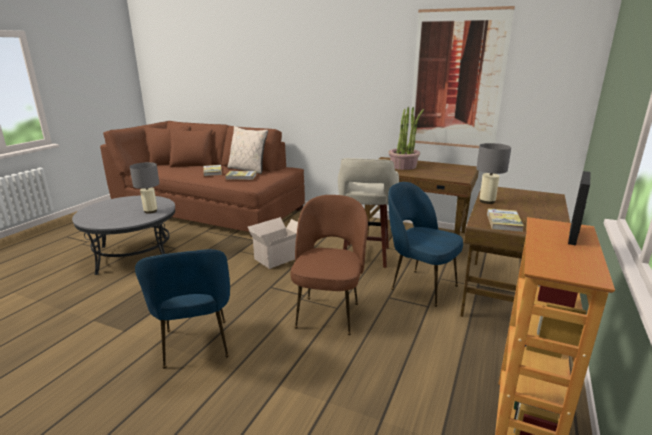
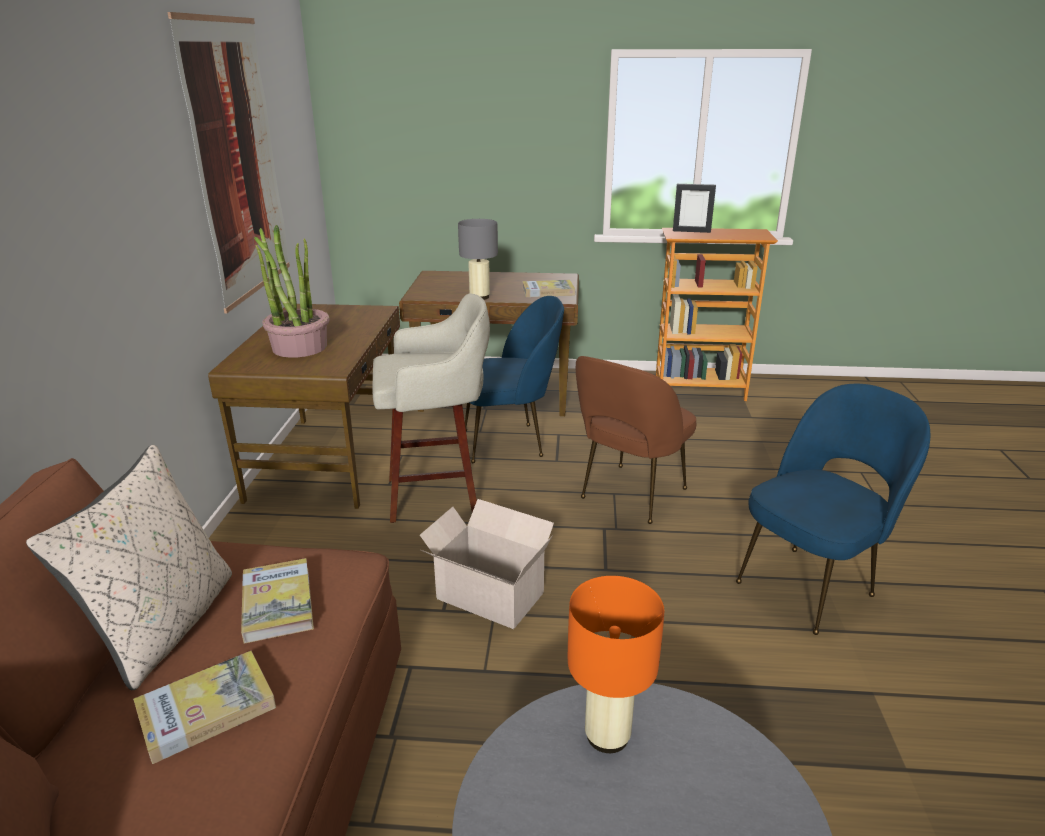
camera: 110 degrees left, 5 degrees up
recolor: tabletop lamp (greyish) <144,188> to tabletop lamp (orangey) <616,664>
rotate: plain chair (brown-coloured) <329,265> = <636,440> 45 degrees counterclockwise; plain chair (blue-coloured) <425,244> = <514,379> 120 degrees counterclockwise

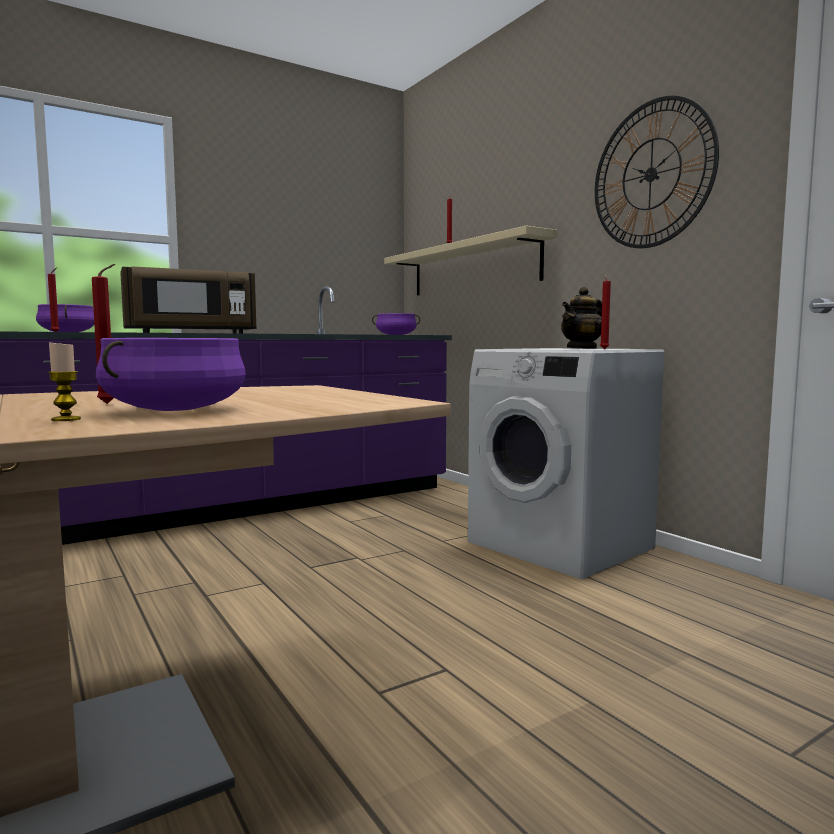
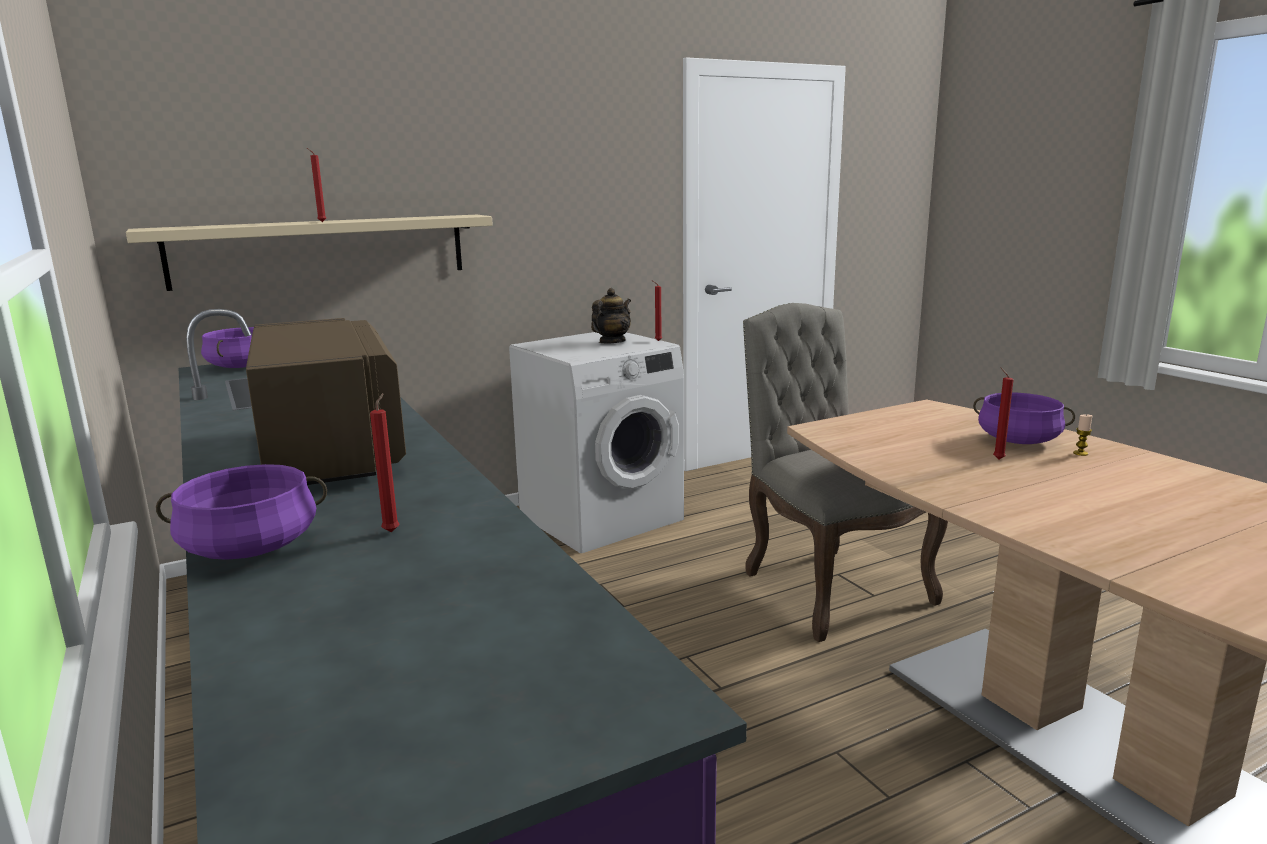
camera: 85 degrees left, 10 degrees up
delete: wall clock <657,172>
insert: plain chair (greyish) <845,472>
rotate: pot for tea <581,318> = <611,315> 105 degrees counterclockwise

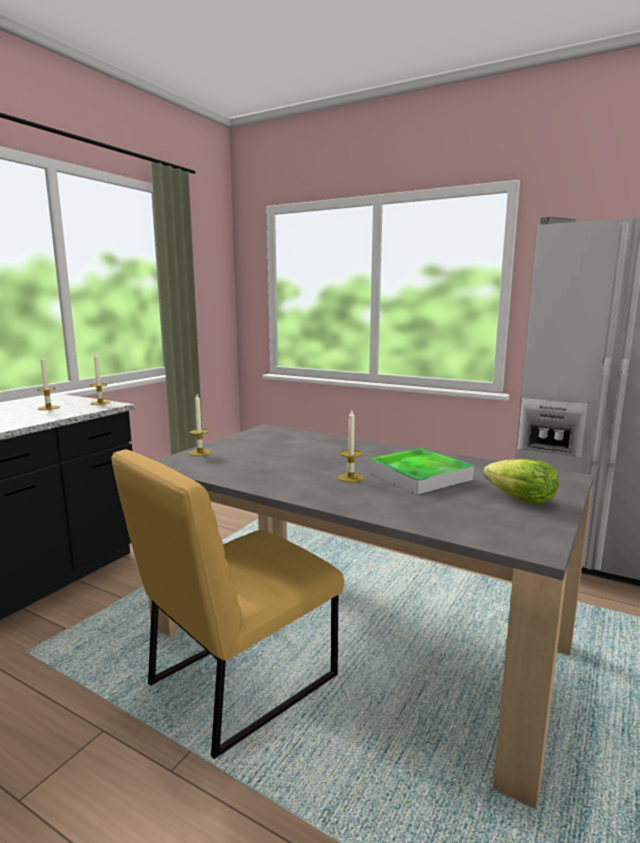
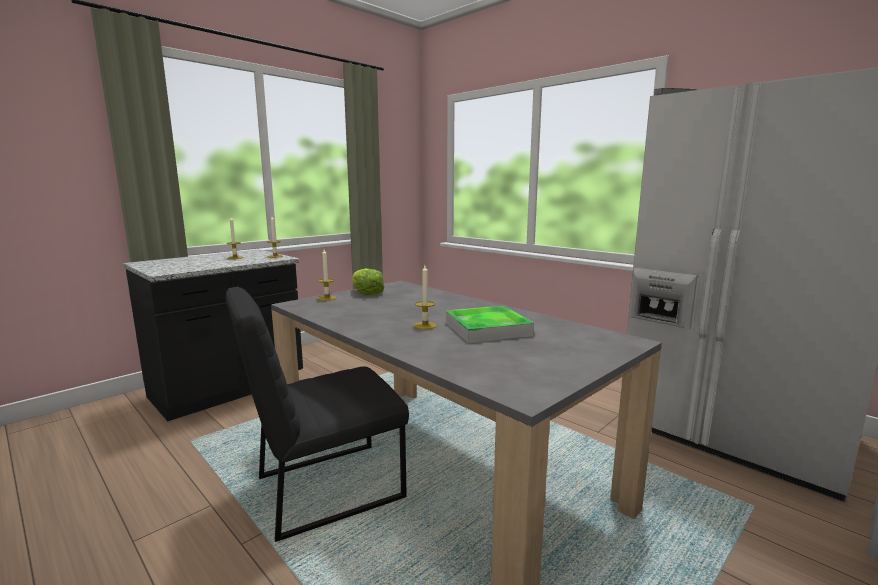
camera: 15 degrees right, 0 degrees up
move: lettuce head <521,482> to <368,281>
recolor: plain chair (yellow) <228,604> to plain chair (black) <317,414>

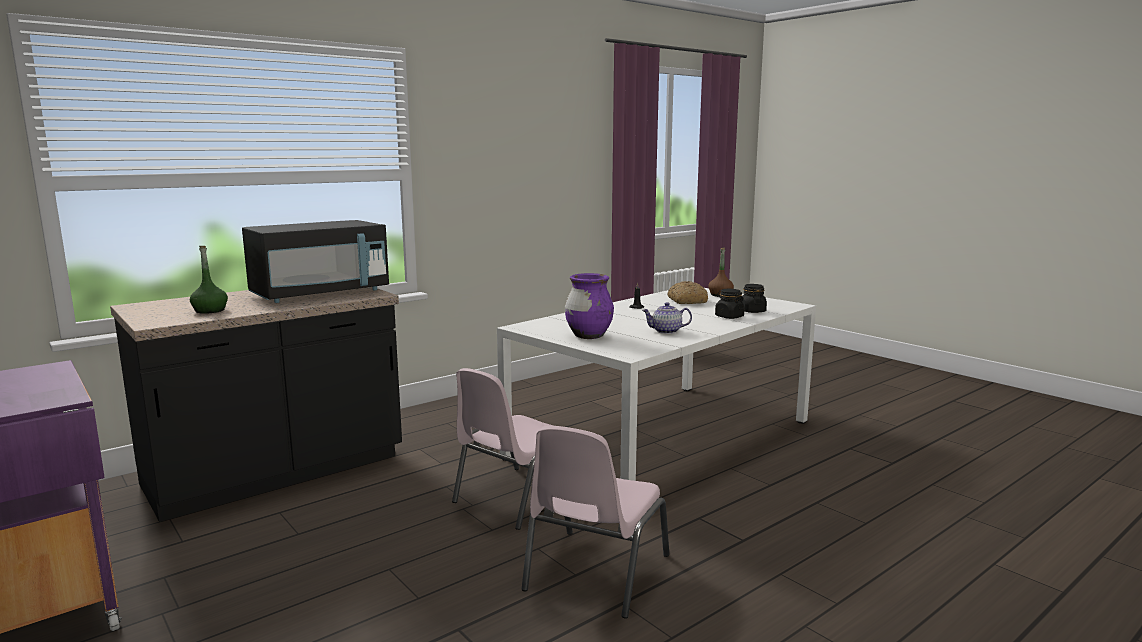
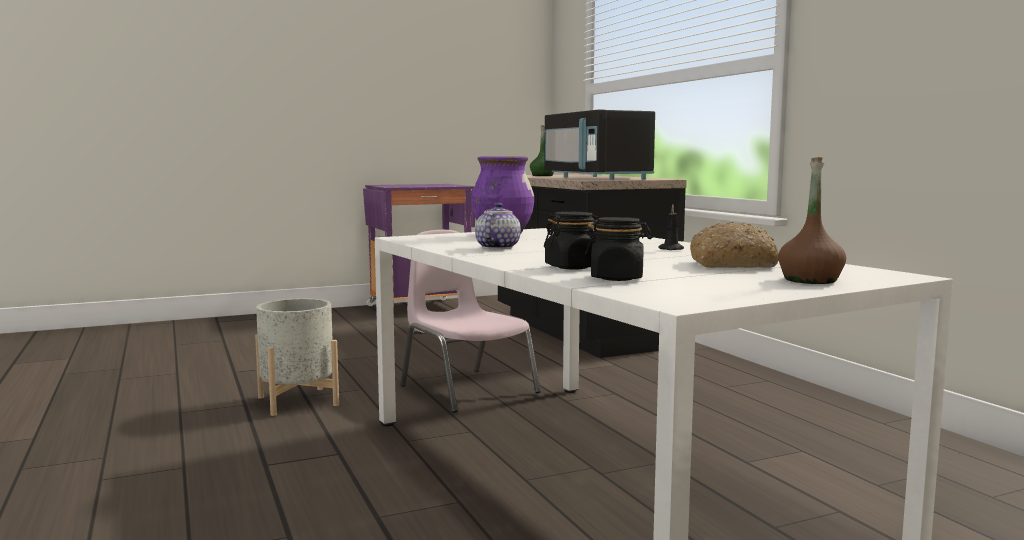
camera: 105 degrees right, 5 degrees down
replace: plain chair (pinkish) <595,522> to plant pot (greyish) <297,357>

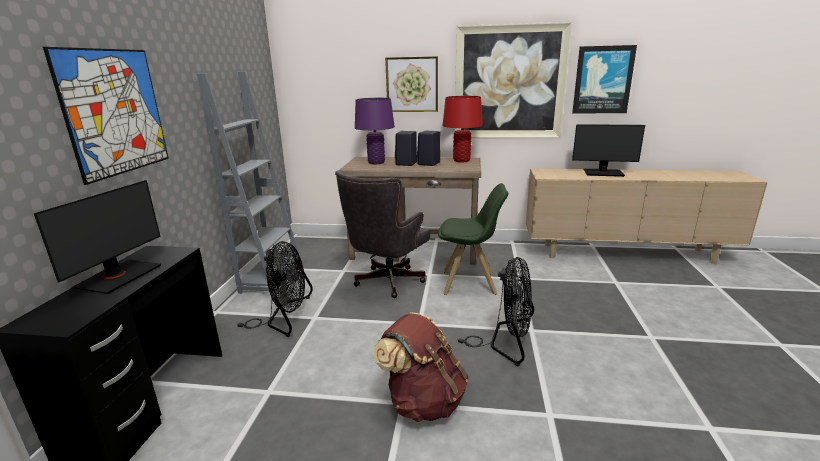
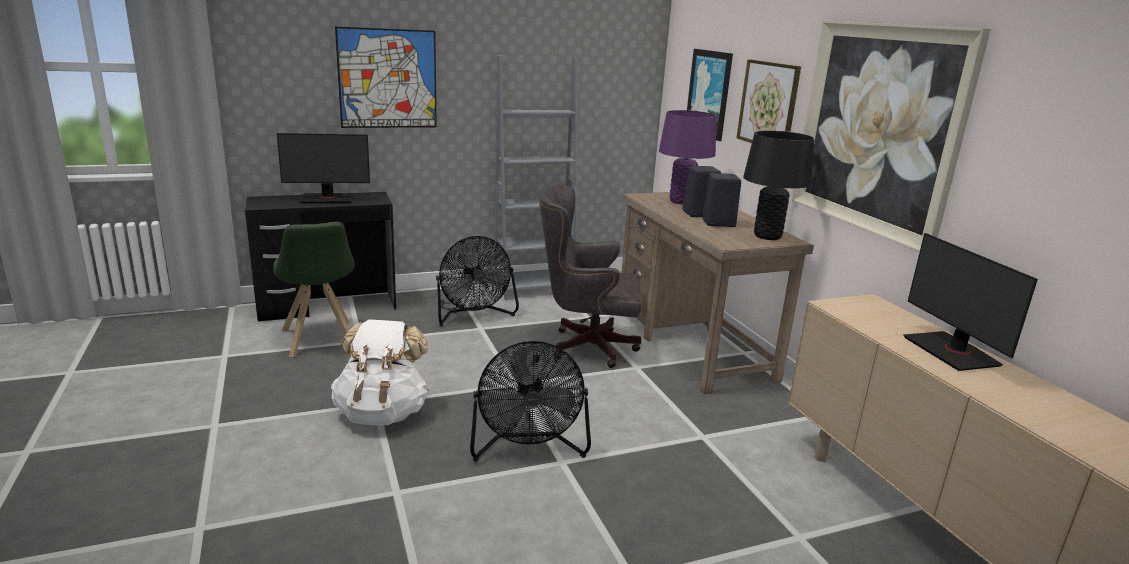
camera: 60 degrees right, 0 degrees up
move: plain chair (green-coloured) <473,239> to <314,290>; wall art <604,79> to <710,95>
recolor: rucksack (brown-coloured) <421,367> to rucksack (whitish) <380,372>; tabletop lamp (reddish) <463,129> to tabletop lamp (black) <778,185>

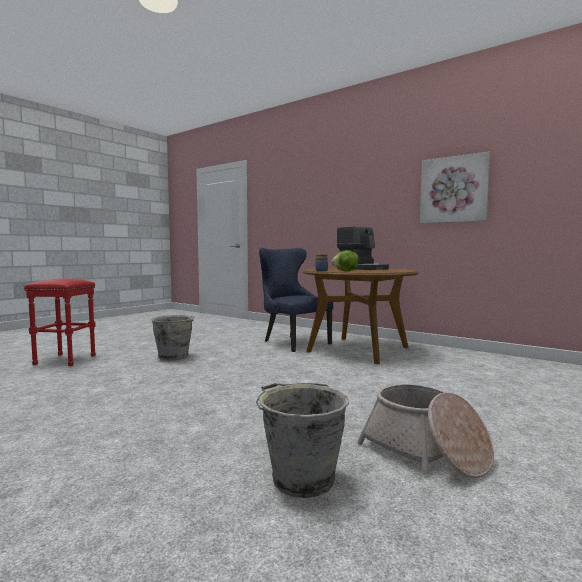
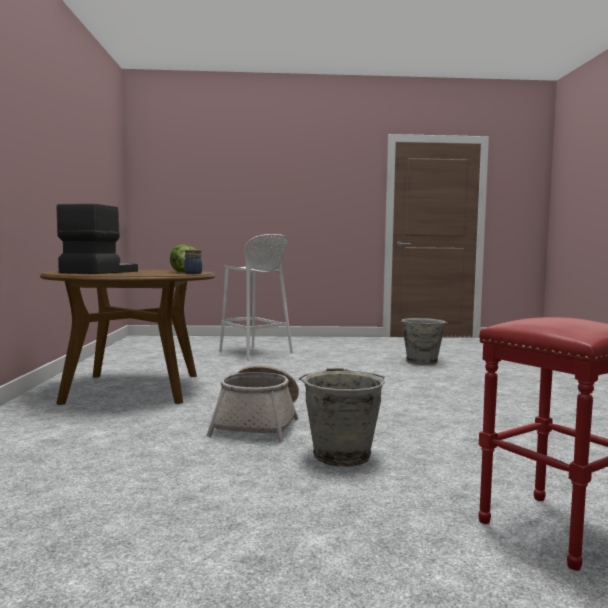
camera: 130 degrees left, 0 degrees up
delete: plain chair (blue-coloured) <296,300>; wall art <455,188>
insert: stool seat (whitish) <256,297>
move: basket <425,431> to <252,403>

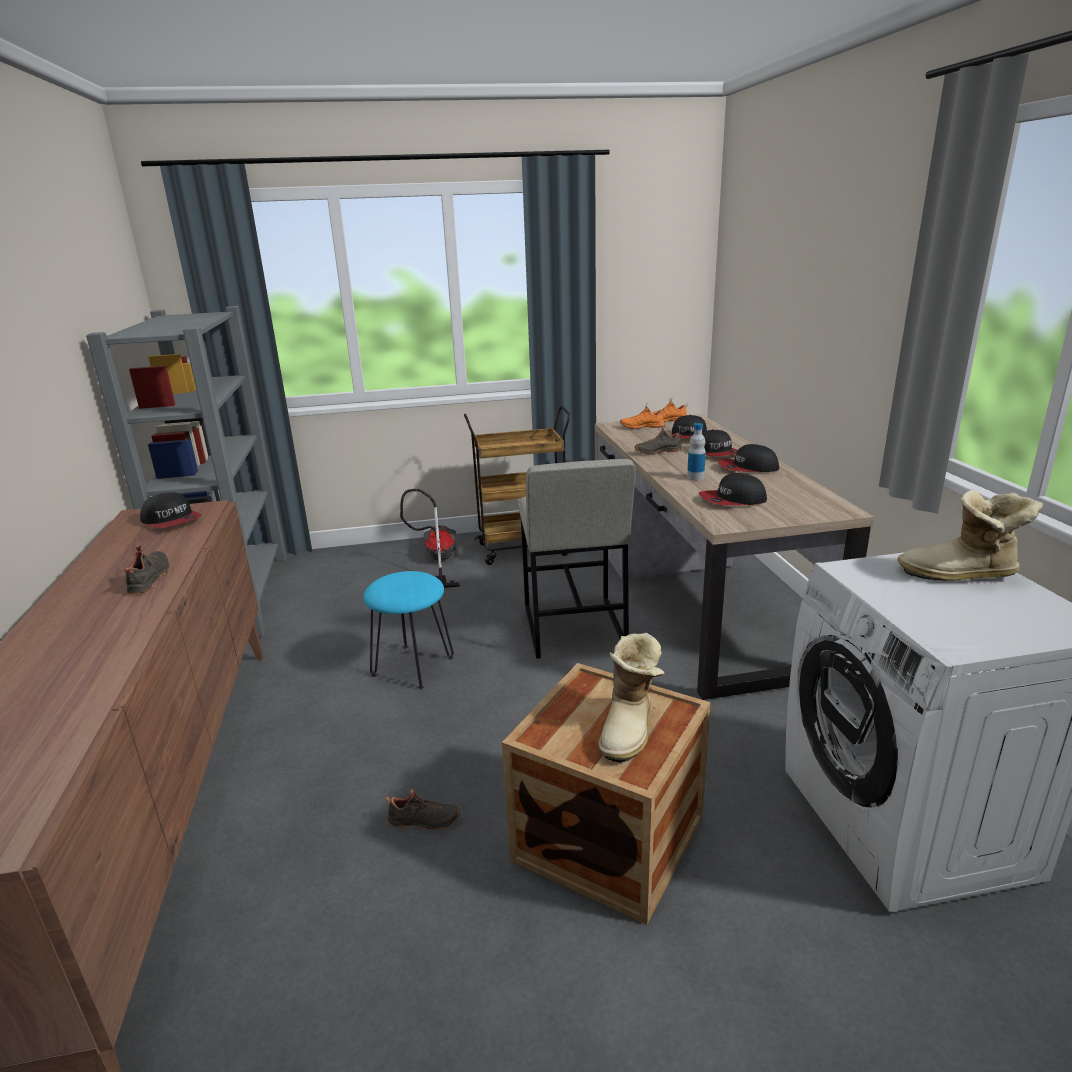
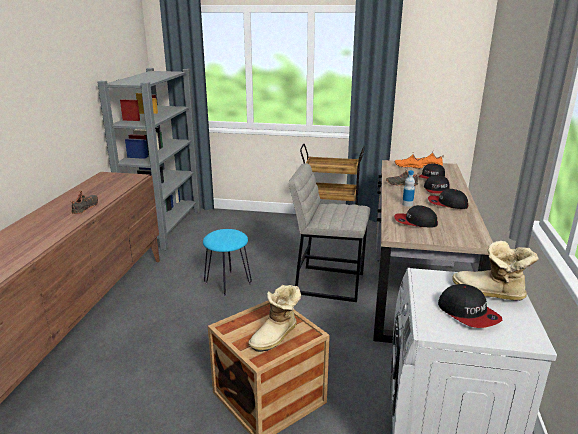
camera: 20 degrees right, 0 degrees up
delete: low shoe (black) <423,809>; hoover <430,538>
move: peaked cap <170,510> to <470,306>
rotate: plain chair (greyish) <577,559> = <329,232> 90 degrees clockwise

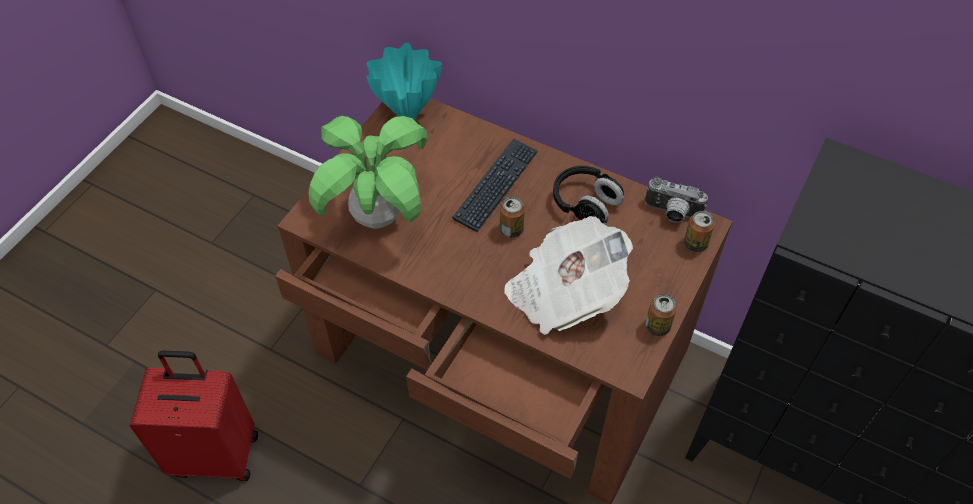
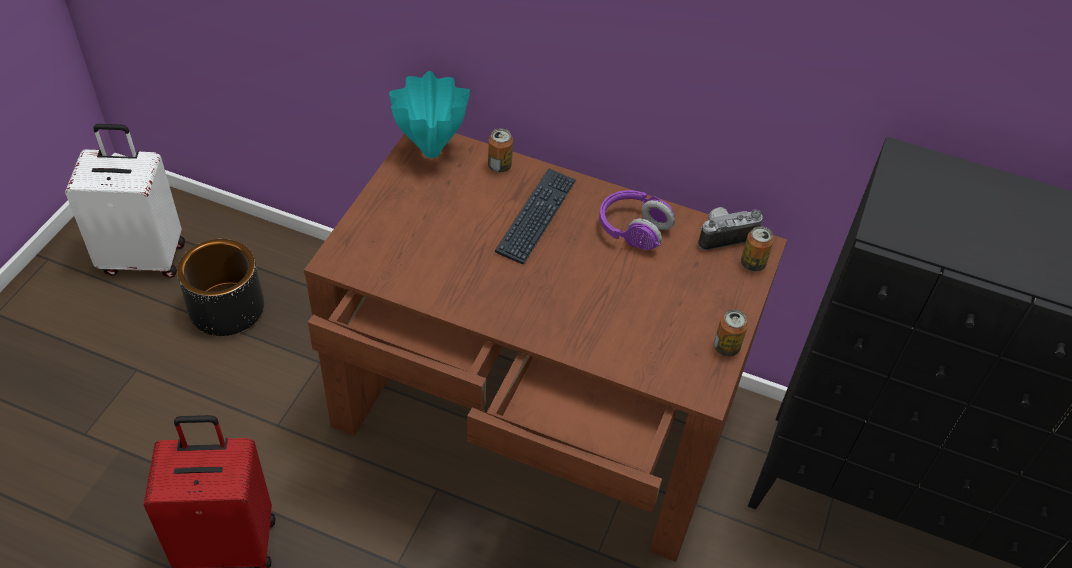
camera: 10 degrees left, 5 degrees down
delete: plant in a pot <368,172>; printed paper <568,275>
insert: travel case (whitish) <125,201>; plant pot (black) <220,287>
move: sealed can <512,217> to <500,150>
recolor: headphones (black) <588,194> to headphones (purple) <637,220>
rotate: photo camera <676,200> = <730,228> 150 degrees clockwise

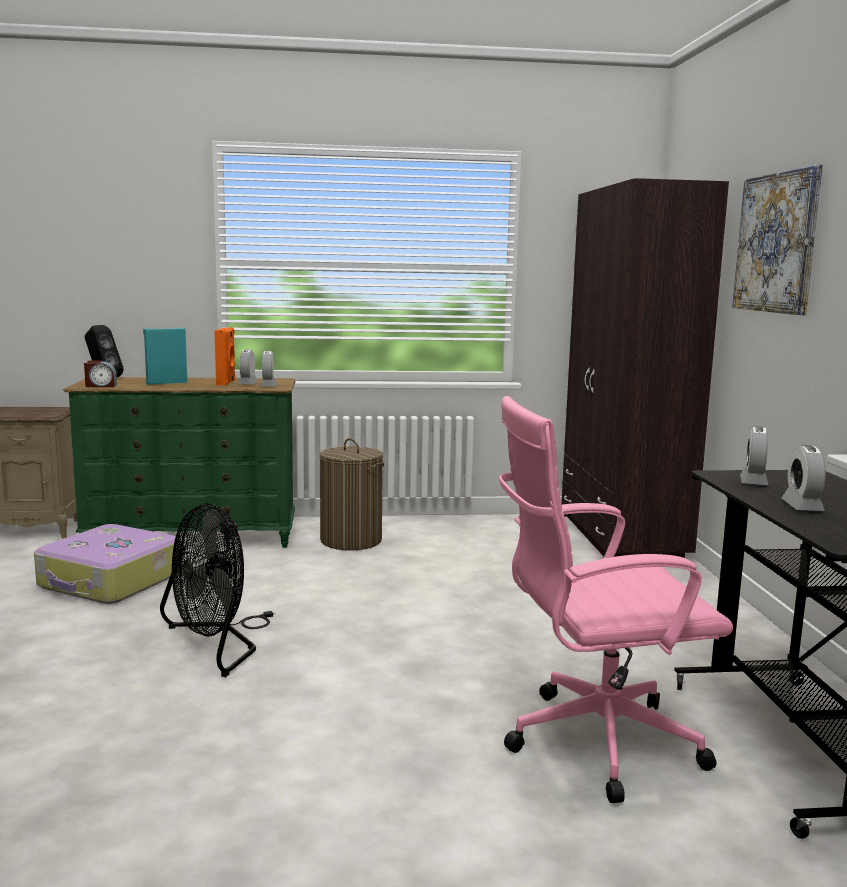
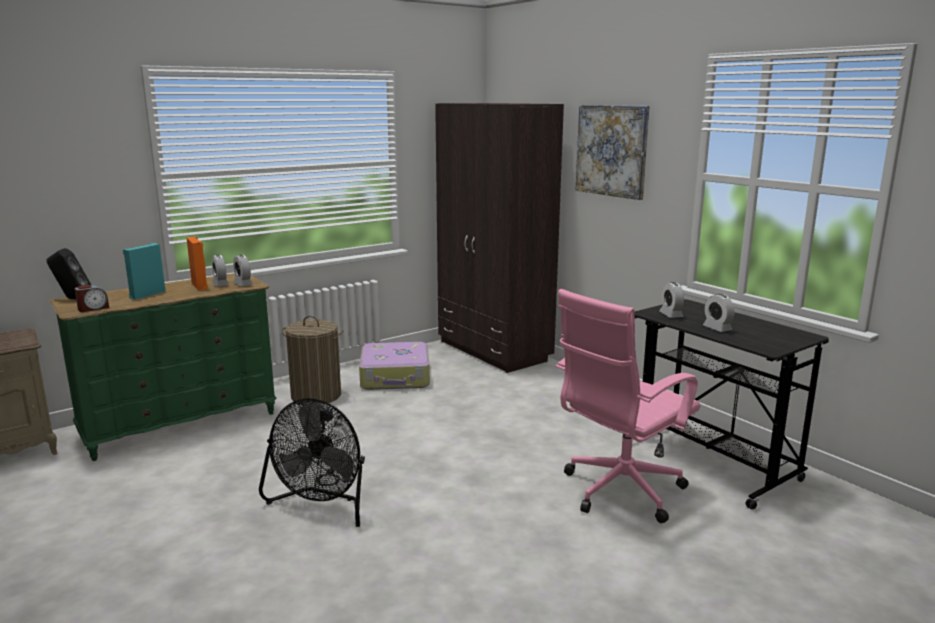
camera: 30 degrees left, 5 degrees up
move: travel case <108,564> to <394,366>

